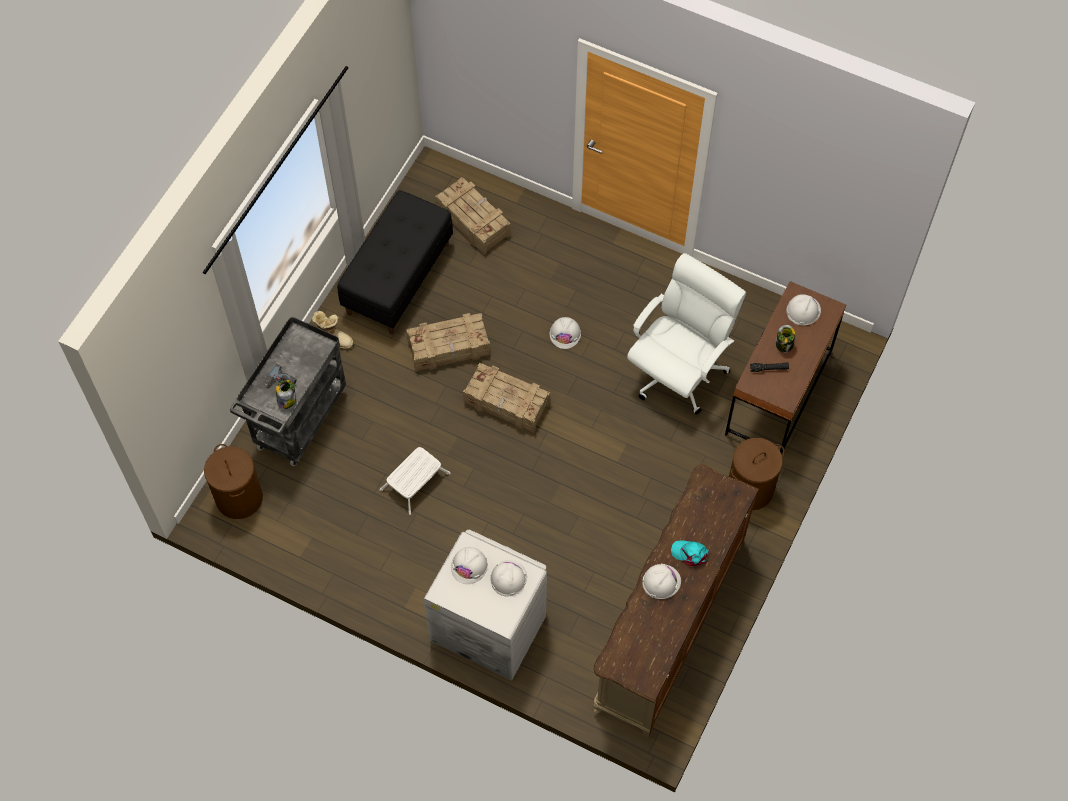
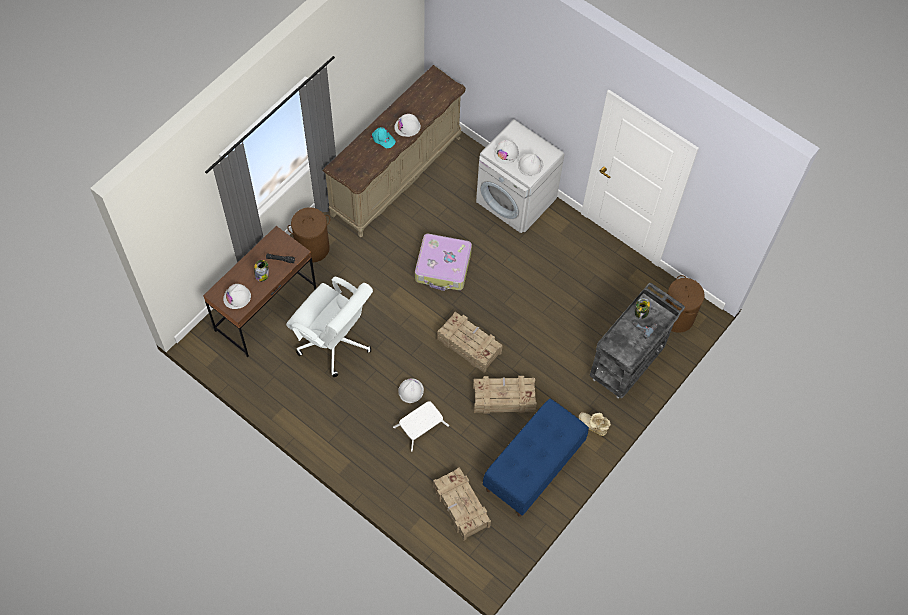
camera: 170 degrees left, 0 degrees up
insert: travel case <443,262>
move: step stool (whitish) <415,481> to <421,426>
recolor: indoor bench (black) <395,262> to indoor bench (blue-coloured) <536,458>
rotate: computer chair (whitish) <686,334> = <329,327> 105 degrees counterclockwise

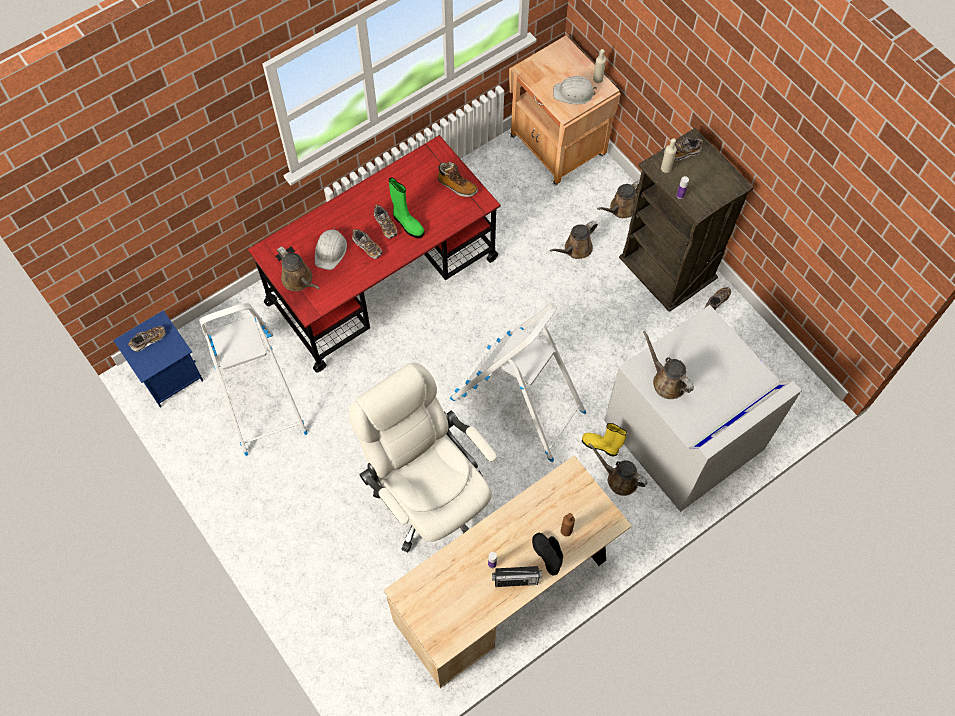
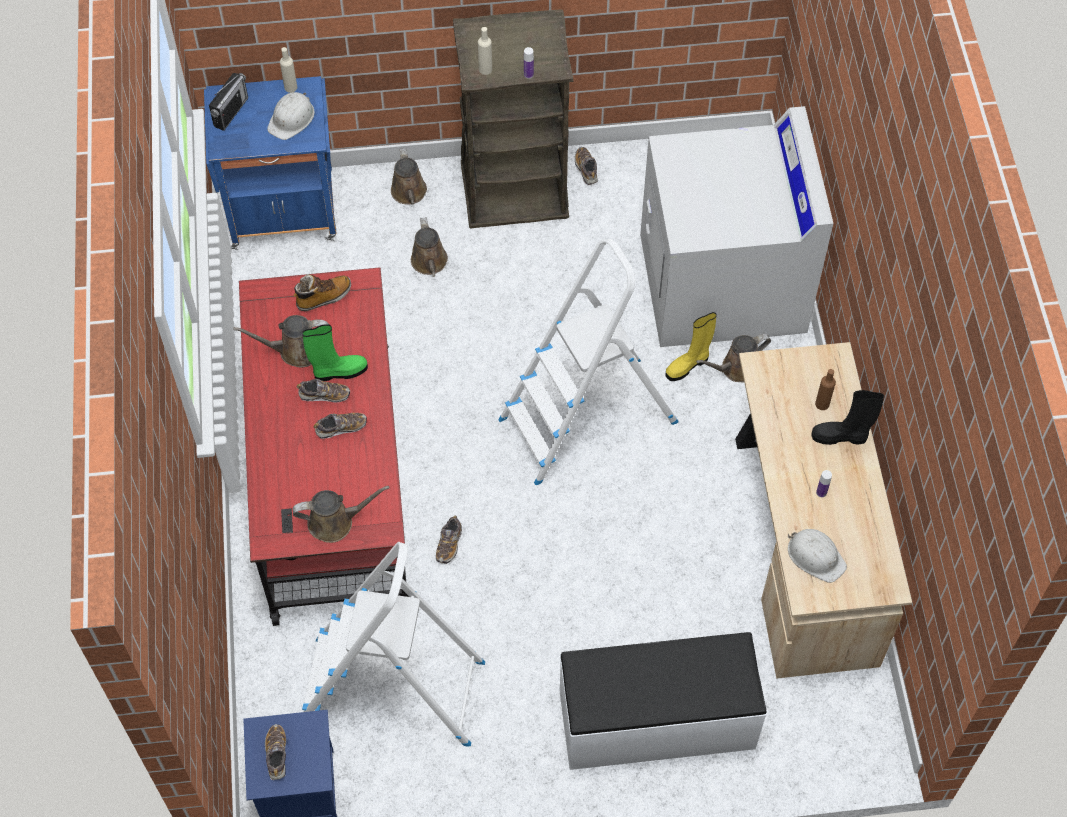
camera: 60 degrees left, 5 degrees down
delete: computer chair (whitish) <423,457>
insert: indoor bench (whitish) <663,701>
move: hard hat (whitish) <331,248> to <817,556>; radio receiver <517,576> to <228,102>; sprinkling can (brown-coloured) <668,365> to <281,341>; low shoe <683,149> to <449,539>
recolor: trolley (brown-coloured) <565,111> to trolley (blue-coloured) <270,163>

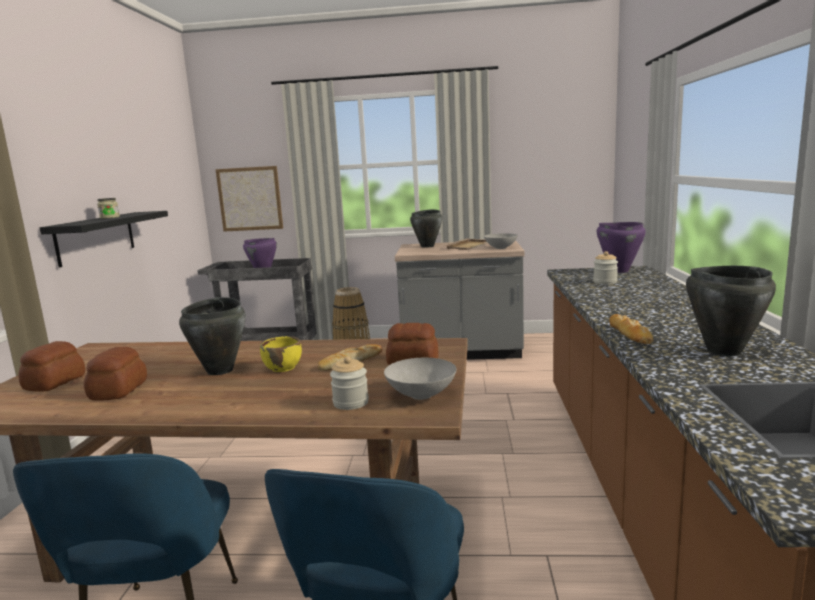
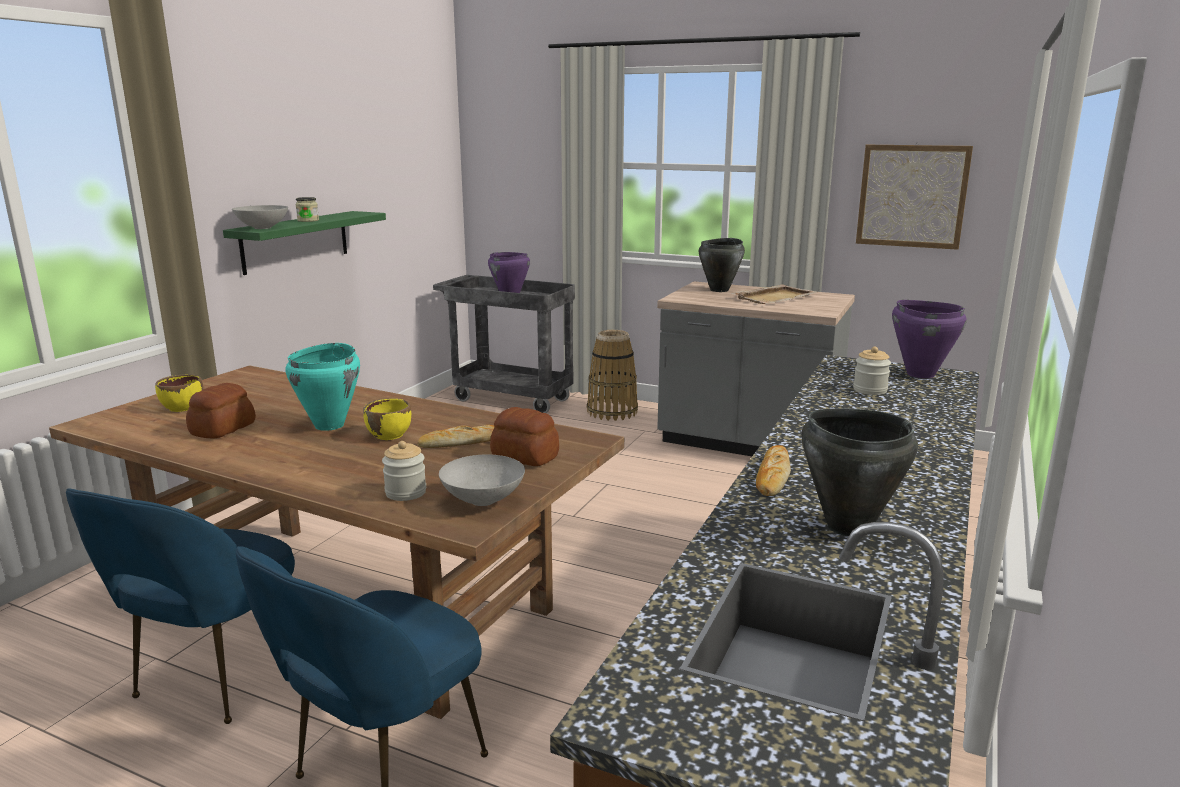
camera: 20 degrees right, 5 degrees up
move: wall art <249,199> to <914,196>; bowl (greyish) <501,241> to <260,217>
replace: bread <52,366> to bowl (yellow) <179,393>
recolor: wall shelf (black) <104,239> to wall shelf (green-coloured) <304,243>; saucepot (black) <212,336> to saucepot (turquoise-coloured) <322,387>

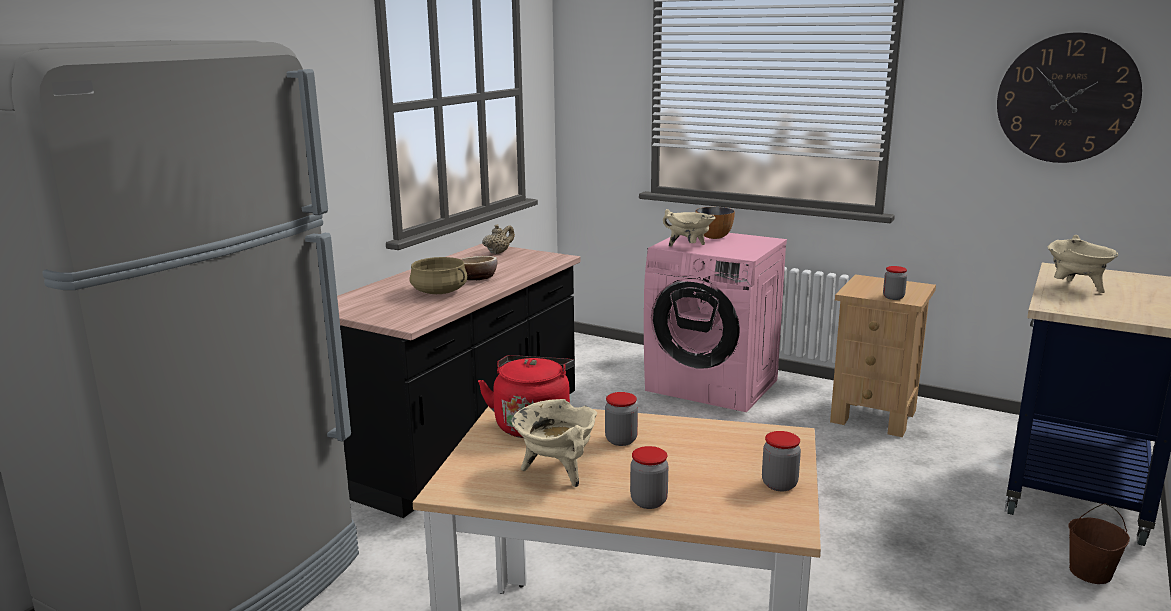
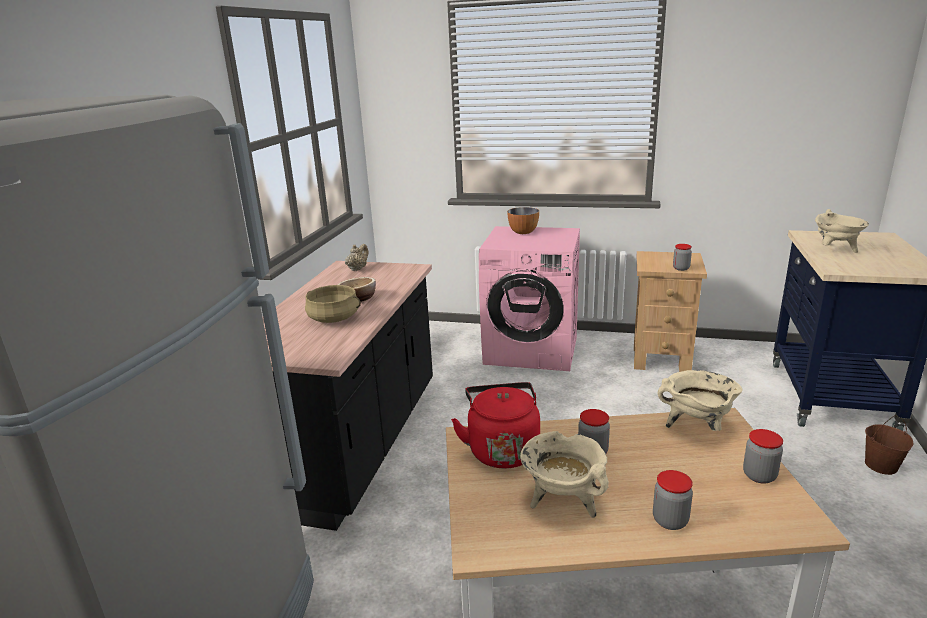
camera: 15 degrees left, 5 degrees up
delete: wall clock <1069,97>
move: saucepot (beige-coloured) <689,228> to <700,400>

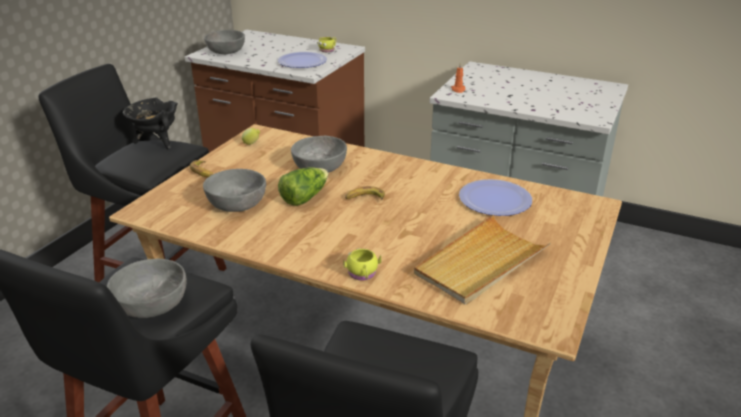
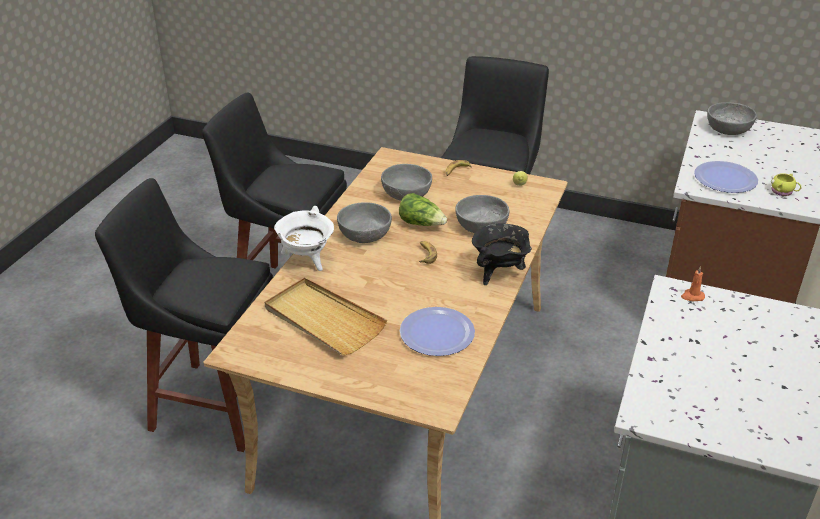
camera: 85 degrees right, 5 degrees up
move: bowl (greyish) <147,288> to <364,222>; saucepot (black) <150,123> to <502,254>
replace: mug (yellow) <362,264> to saucepot (whitish) <304,238>

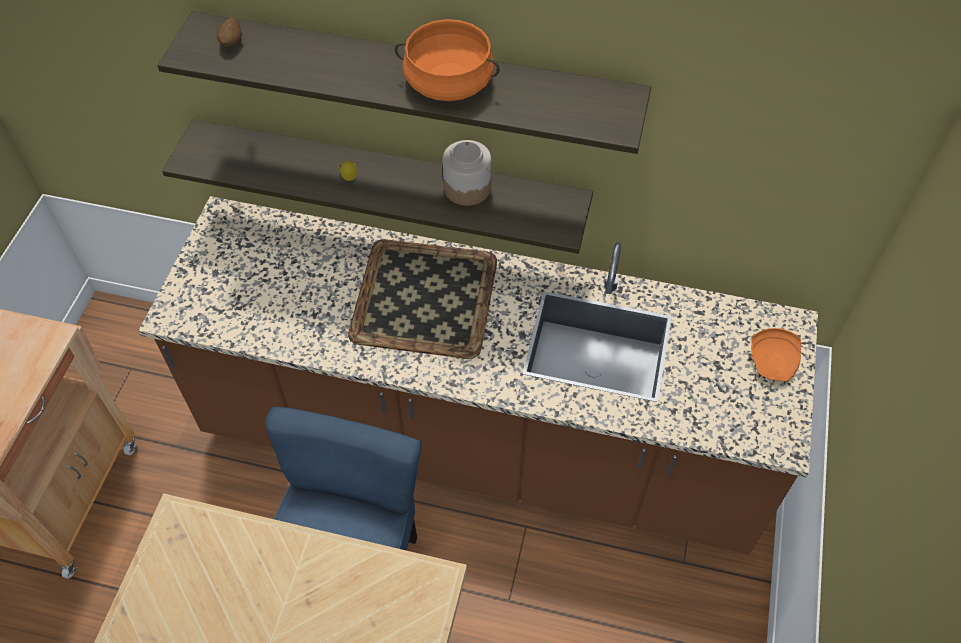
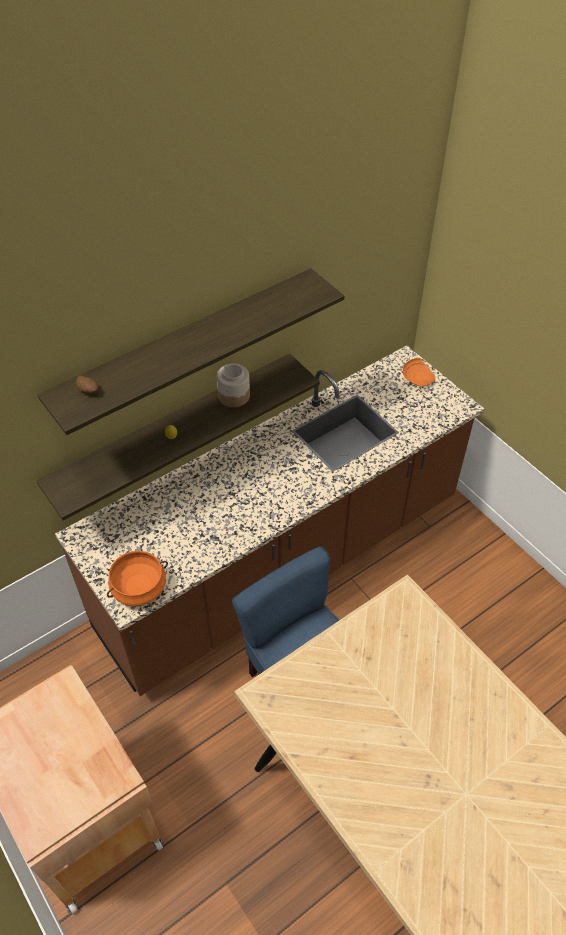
camera: 50 degrees left, 5 degrees down
delete: serving tray <422,299>
move: saucepot (orangey) <447,60> to <137,579>

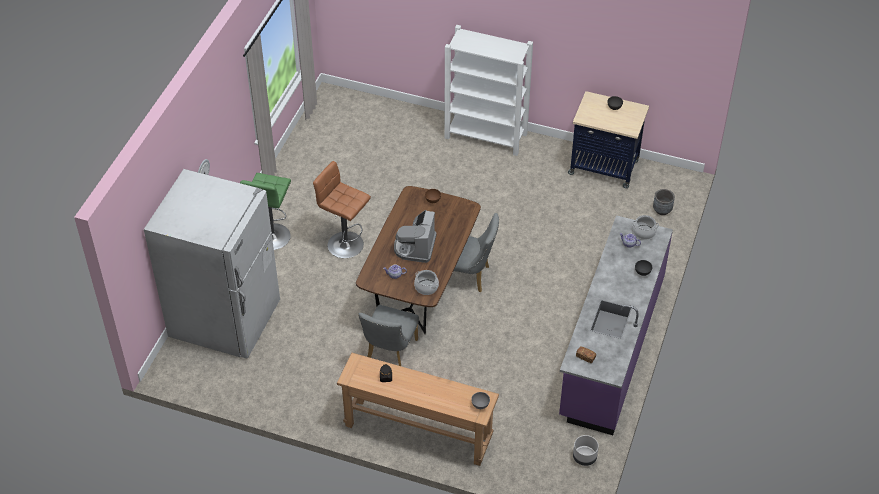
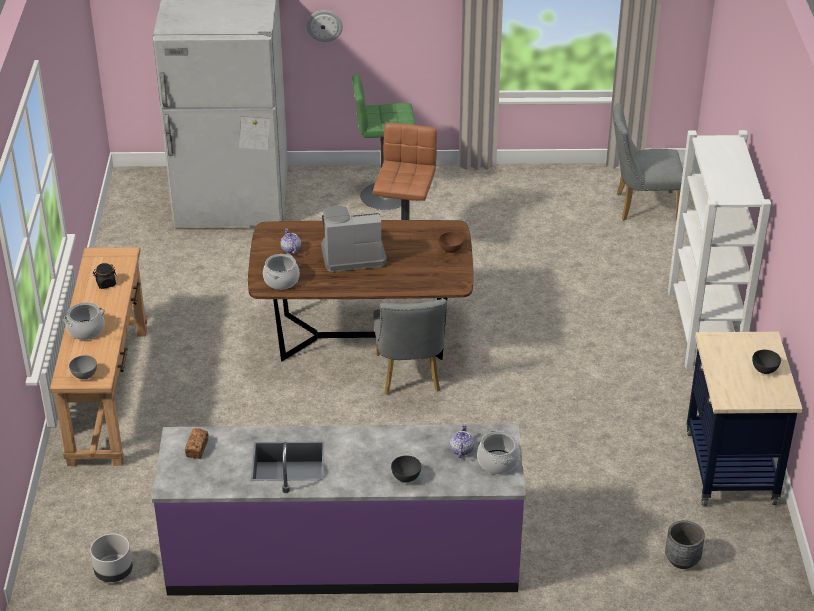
camera: 70 degrees right, 10 degrees down
insert: saucepot <84,321>
move: plain chair (greyish) <389,335> to <648,162>

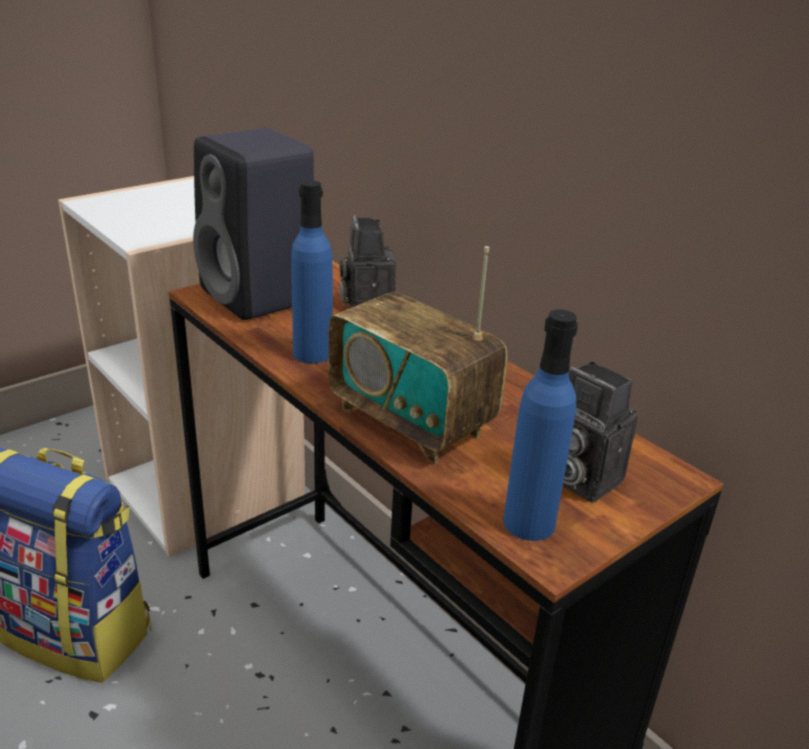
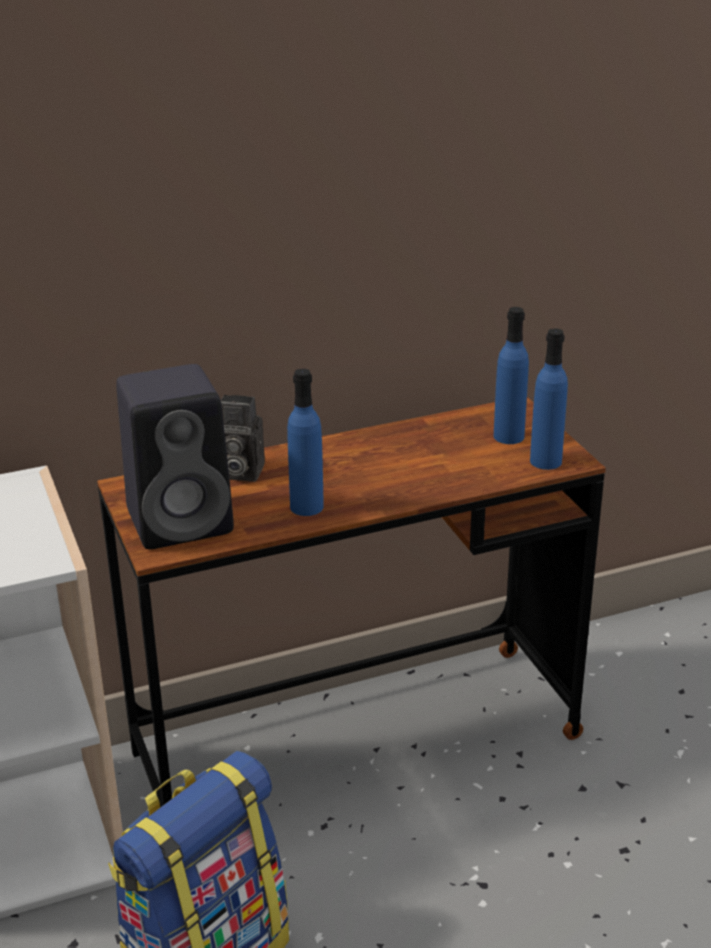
camera: 70 degrees left, 0 degrees up
delete: radio receiver <418,355>
replace: photo camera <600,432> to bottle (blue-coloured) <511,375>

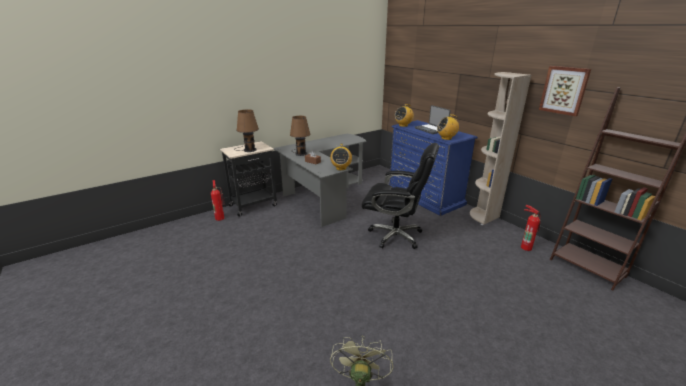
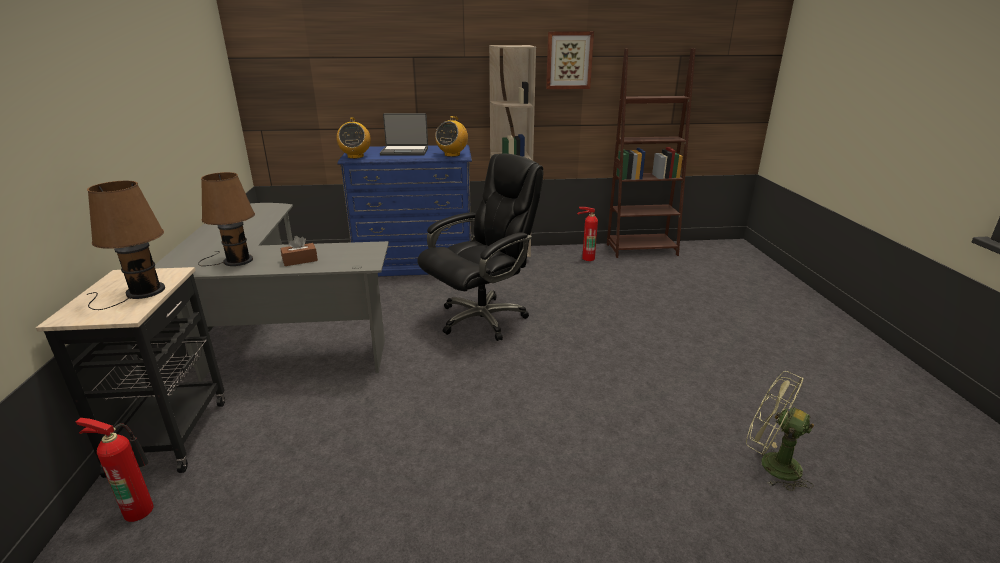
camera: 60 degrees left, 0 degrees up
delete: radio receiver <341,157>

